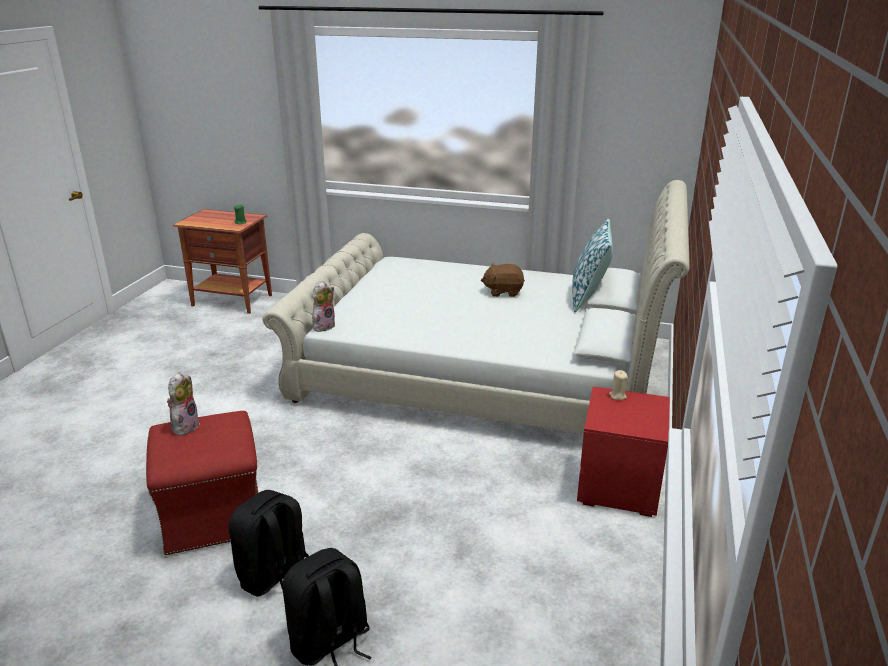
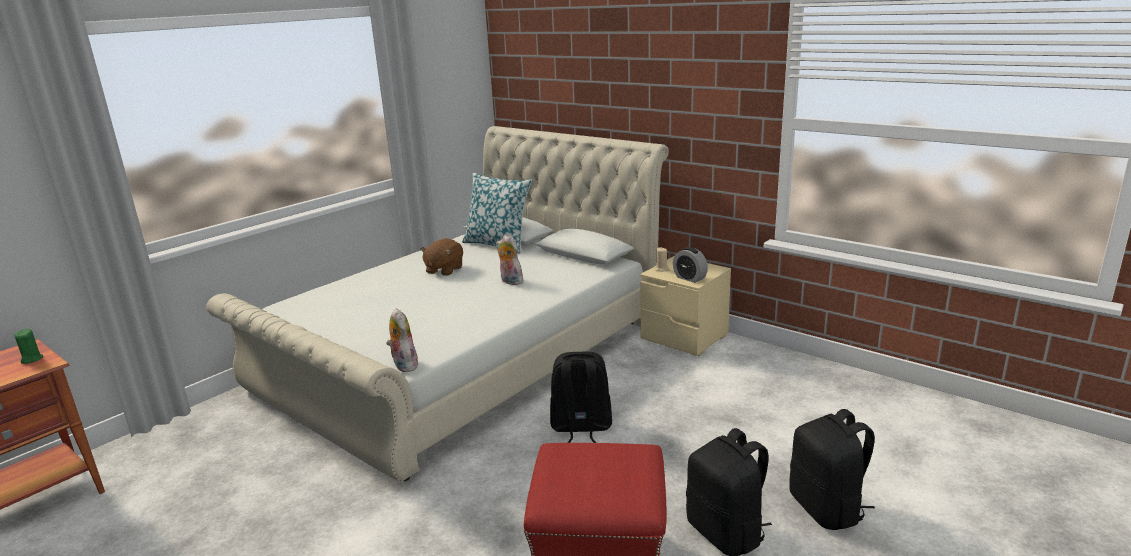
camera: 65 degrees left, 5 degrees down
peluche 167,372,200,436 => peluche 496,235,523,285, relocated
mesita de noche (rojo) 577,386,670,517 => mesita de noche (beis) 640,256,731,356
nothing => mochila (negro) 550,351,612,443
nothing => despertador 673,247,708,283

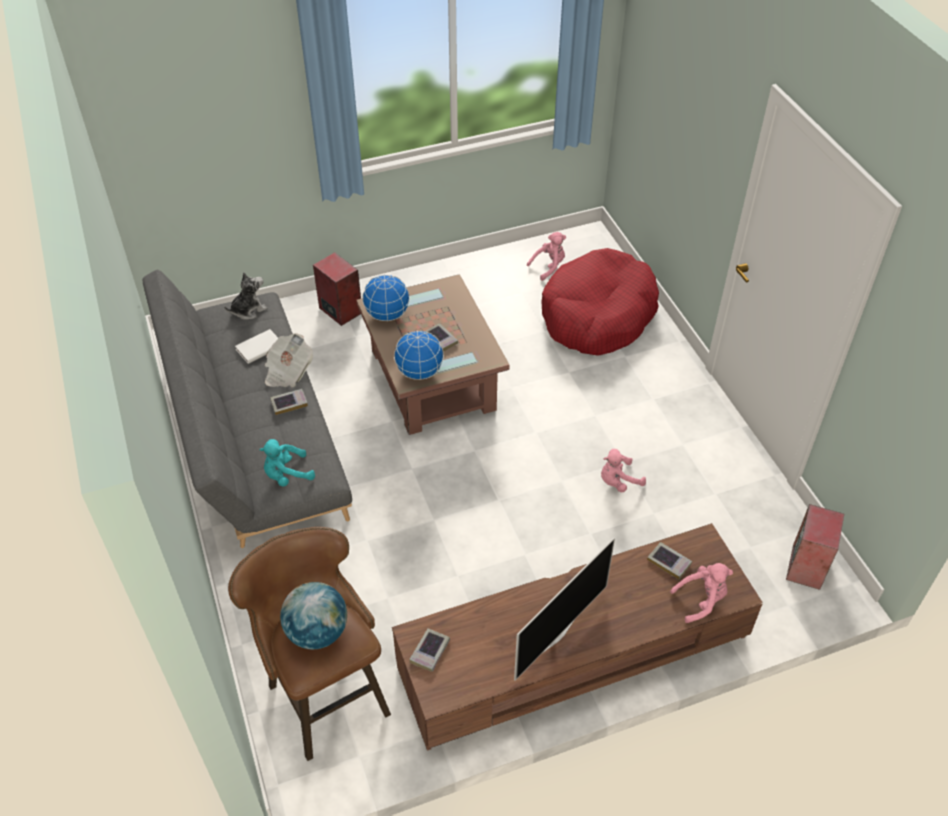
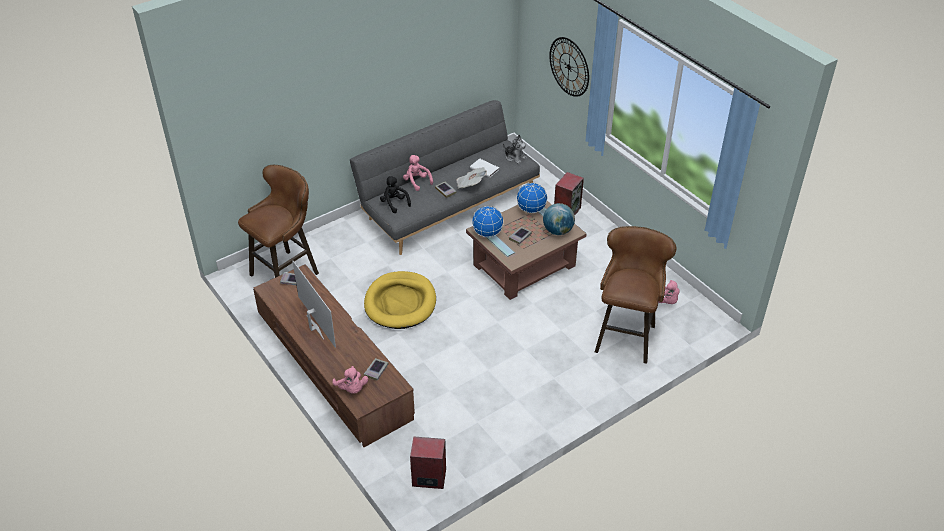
camera: 75 degrees right, 5 degrees down
peluche (turquesa) 260,439,315,487 => peluche (negro) 380,176,411,213
globo terráqueo 280,582,347,649 => globo terráqueo 543,203,575,235, relocated
televisor 514,537,615,681 => televisor 293,261,336,348, 150 degrees counterclockwise
cama para perro (rojo) 541,248,659,356 => taburete (marrón) 595,226,676,364
peluche (rosa) 601,449,646,493 => peluche (rosa) 403,155,433,191, relocated
nothing => cama para perro (amarillo) 364,271,436,329
nothing => reloj de pared 549,37,589,97

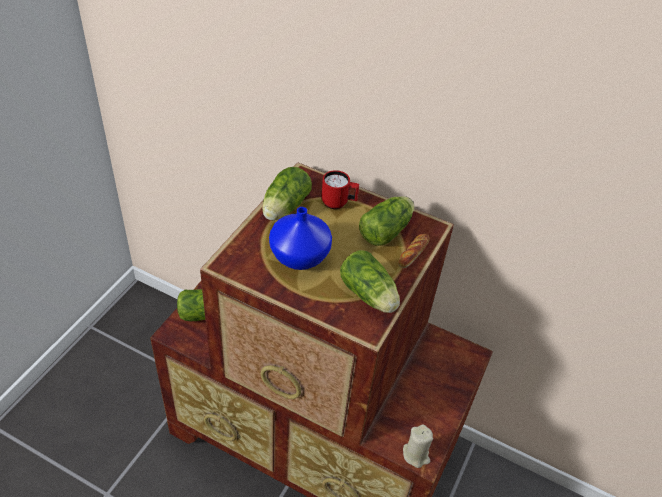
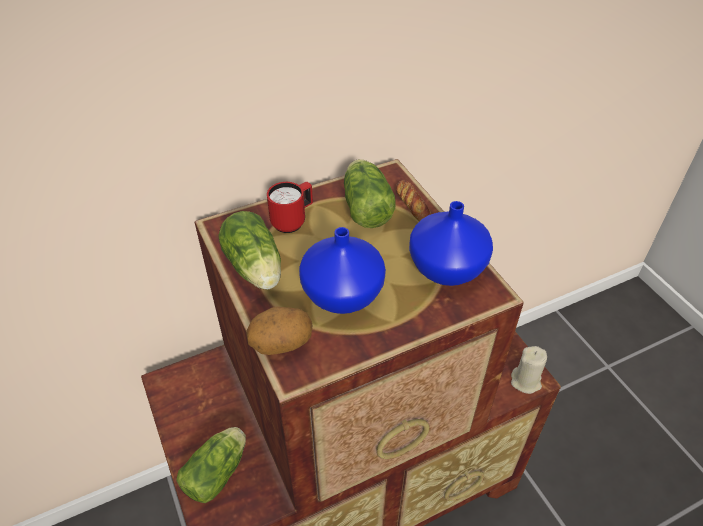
camera: 50 degrees left, 0 degrees up
lechuga 340,250,400,313 => florero (azul) 409,201,493,286
nothing => patata 247,307,313,355

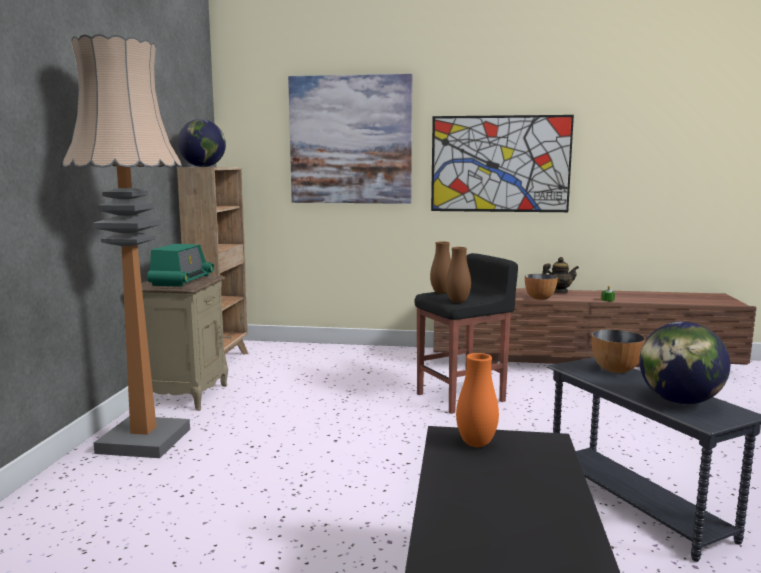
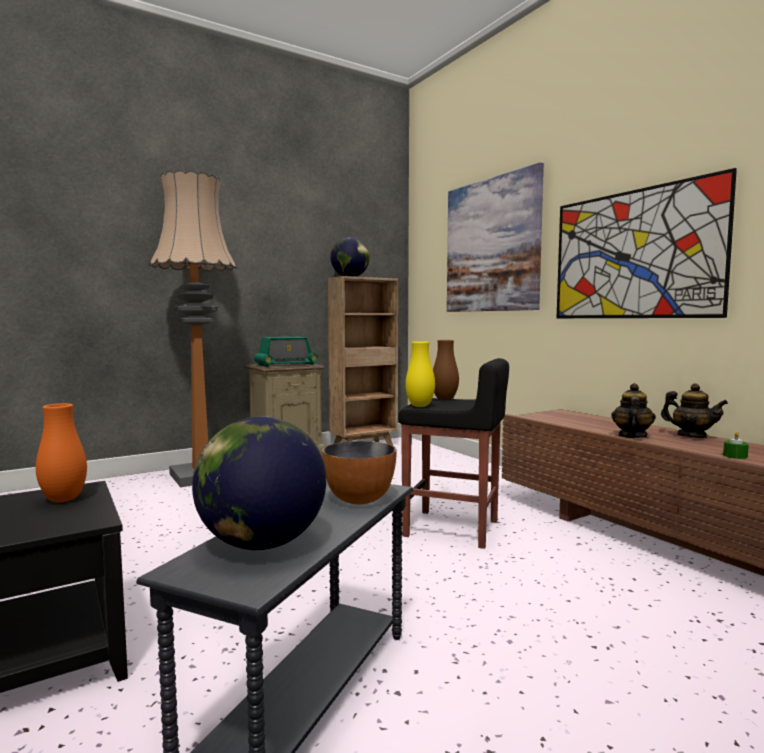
camera: 50 degrees right, 5 degrees down
florero (marrón) 446,247,471,303 => florero (amarillo) 405,341,435,407
cuenco 525,274,558,300 => tetera 611,383,656,438

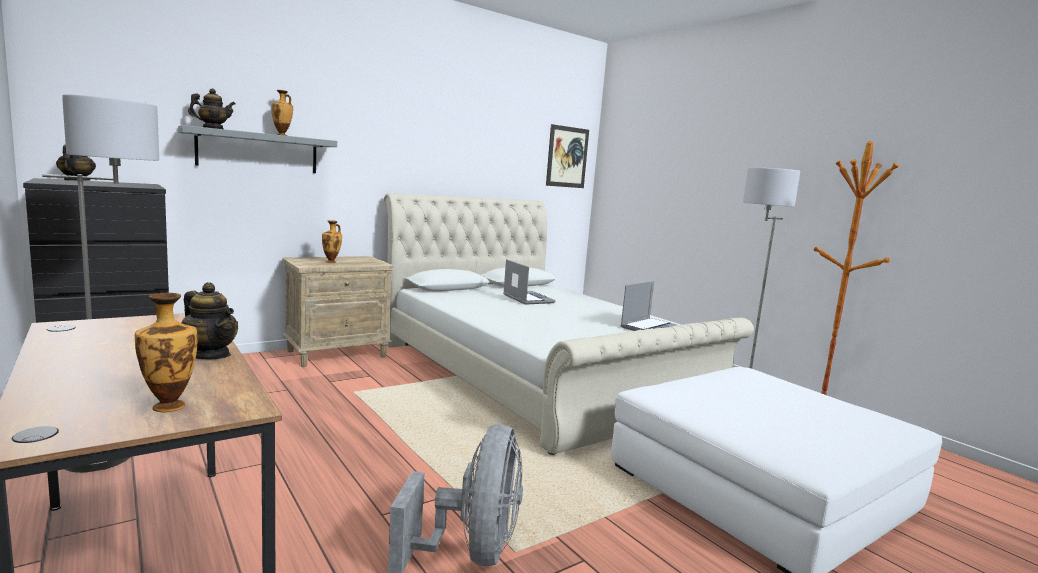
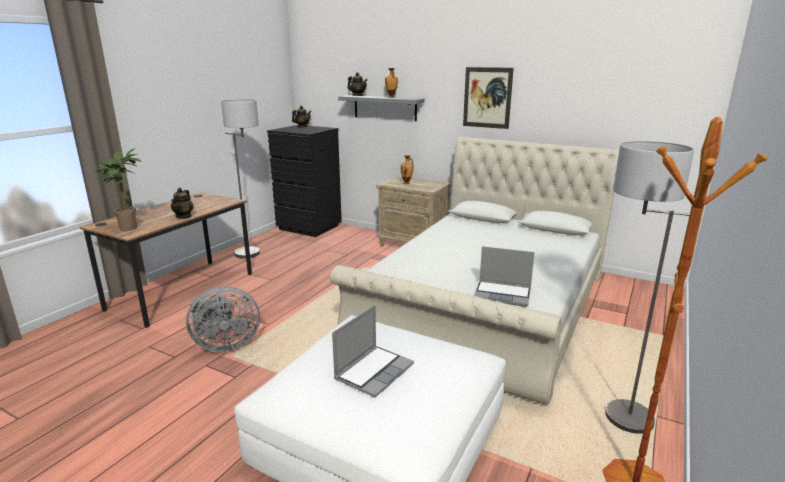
camera: 65 degrees right, 10 degrees up
florero 135,293,197,412 => planta en maceta 95,148,142,231
portátil 503,259,555,305 => portátil 332,305,414,397, relocated
cuadro 546,124,589,188 => cuadro 463,67,514,129, relocated

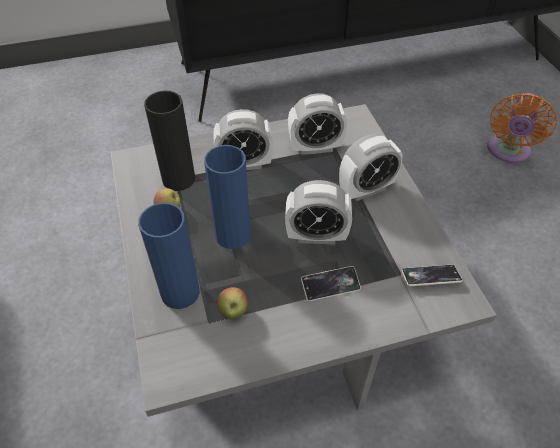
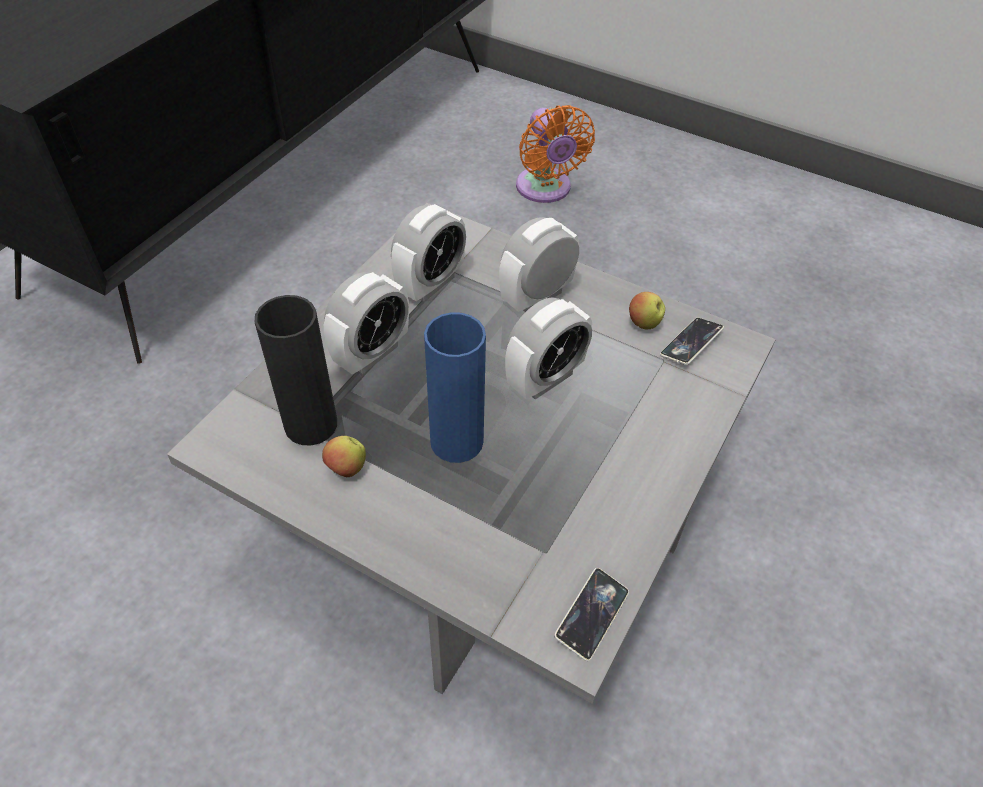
camera: 45 degrees left, 0 degrees up
florero (azul) 138,203,200,309 => nothing
manzana 217,287,248,319 => manzana 629,292,665,329, relocated
móvil 301,266,361,301 => móvil 554,568,629,661, relocated
despertador 339,134,403,201 => despertador 499,217,579,312, 150 degrees counterclockwise

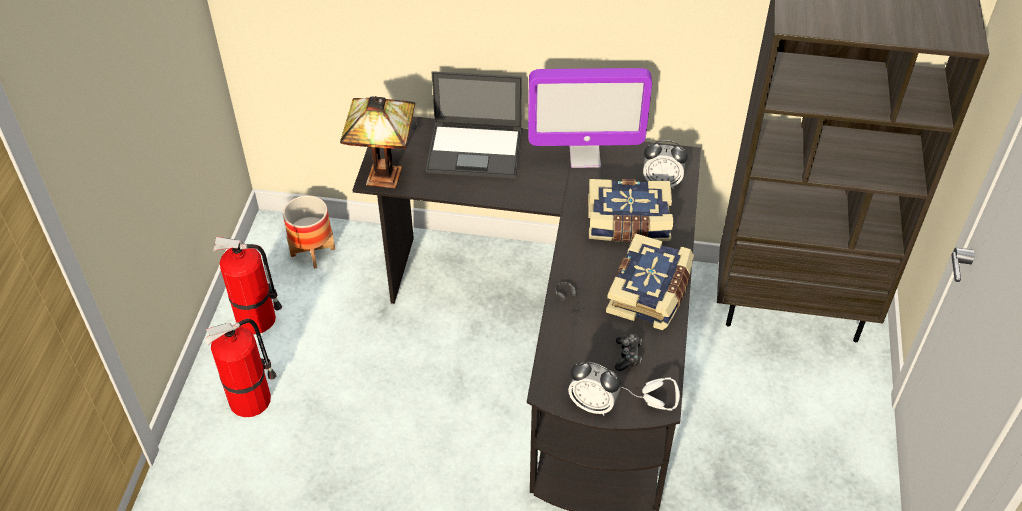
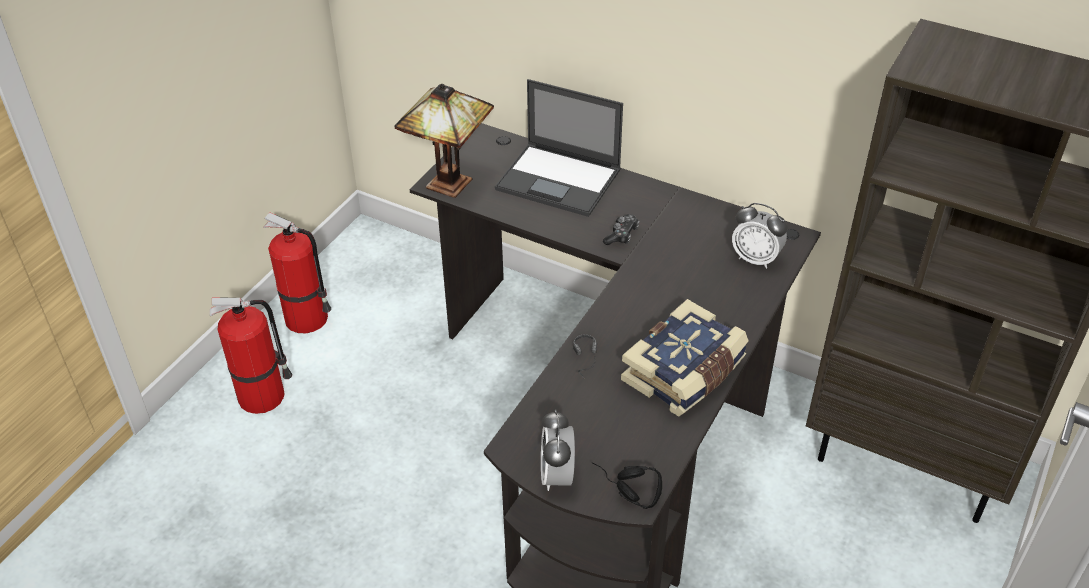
camera: 20 degrees right, 5 degrees down
maceta 283,195,335,269 => nothing
monitor 528,68,652,168 => nothing
despertador 568,362,621,415 => despertador 541,410,575,491, 45 degrees clockwise
libro 588,179,673,242 => nothing
mando de consola 615,334,642,371 => mando de consola 603,214,639,245, relocated
auriculares (blanco) 621,377,680,411 => auriculares (negro) 592,462,662,509

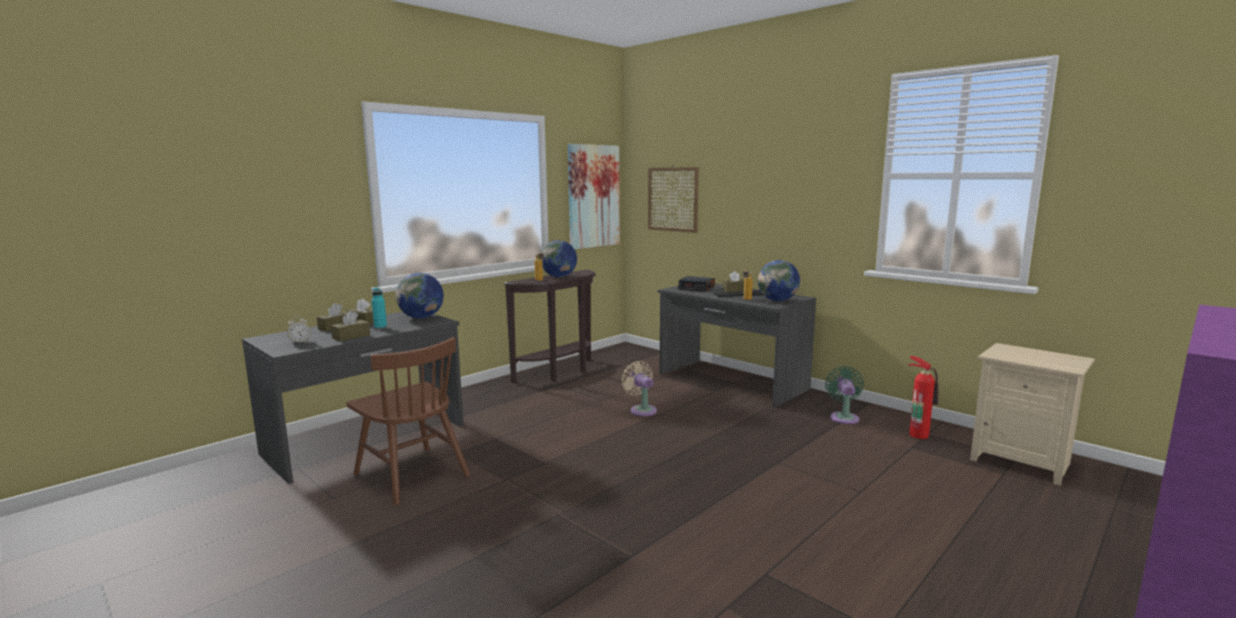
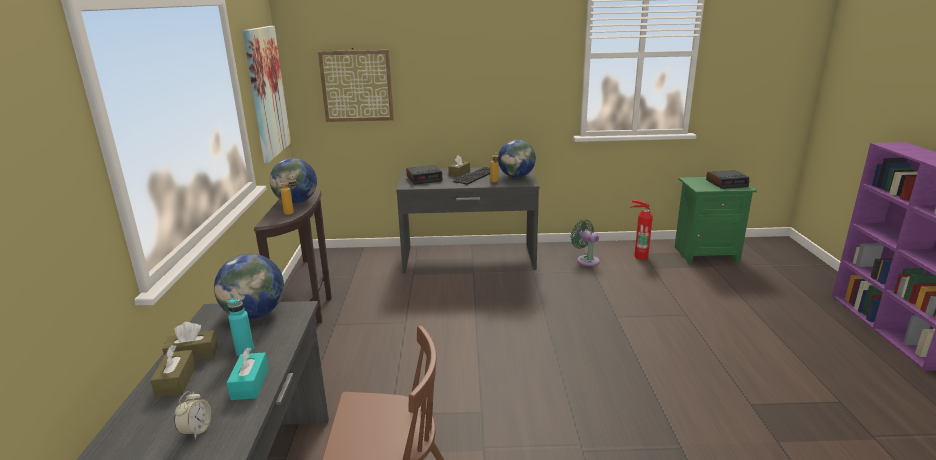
camera: 45 degrees left, 10 degrees up
caja de pañuelos (marrón) 331,311,370,341 => caja de pañuelos (turquesa) 227,347,268,400
ventilador (beis) 621,361,657,416 => nothing
mesita de noche (beis) 970,343,1095,486 => mesita de noche (verde) 675,177,757,264
nothing => despertador 706,170,749,189

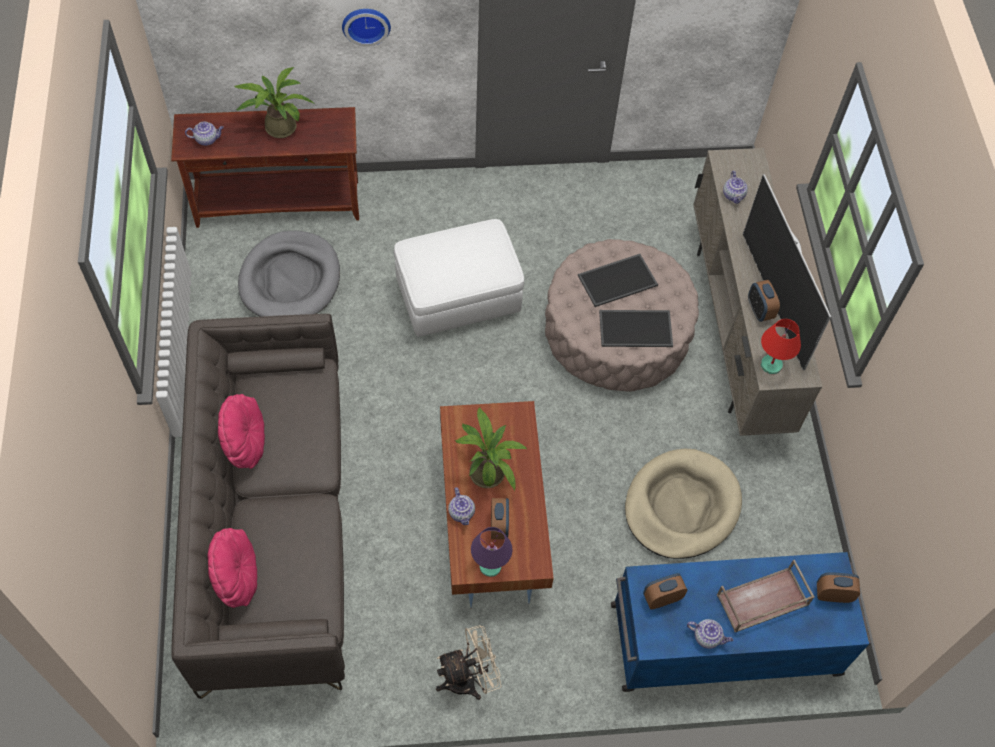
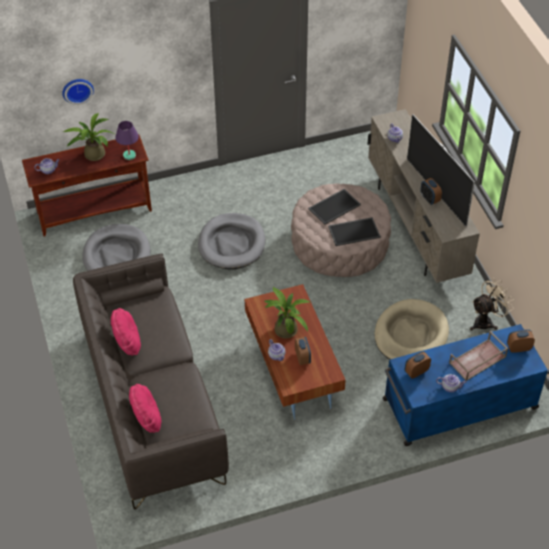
camera: 10 degrees left, 10 degrees down
reloj de pared 342,9,391,47 => reloj de pared 63,79,94,105, relocated
puf (blanco) 394,219,524,337 => cama para perro (gris) 198,213,265,269
ventilador (beis) 436,625,501,700 => ventilador (beis) 470,278,514,331, relocated
lámpara de mesa (morado) 471,527,512,577 => lámpara de mesa (morado) 115,121,139,160, relocated
lámpara de mesa (rojo) 761,319,801,374 => nothing

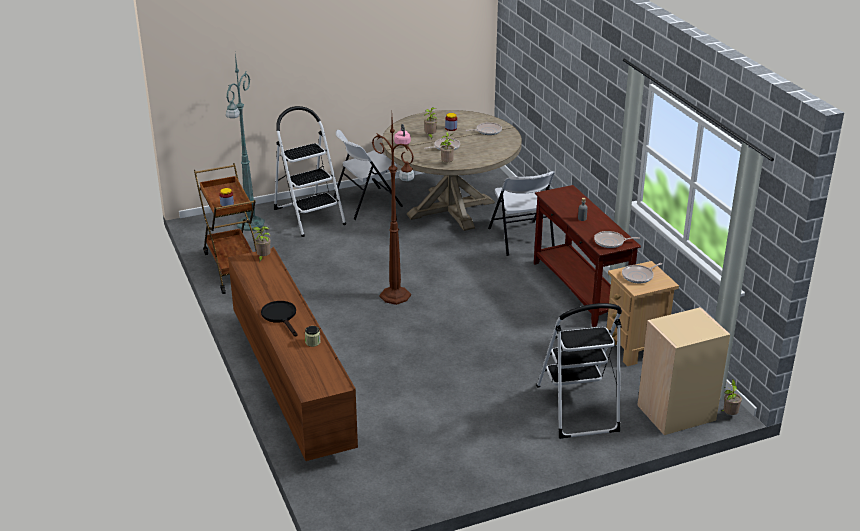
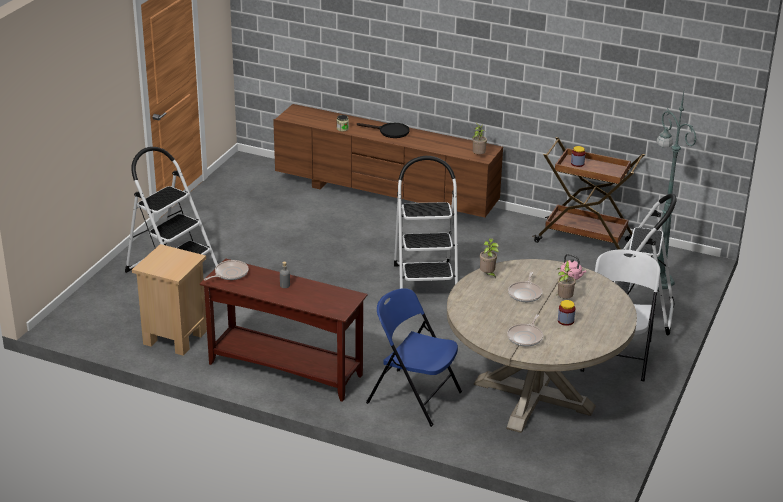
camera: 135 degrees right, 0 degrees up
lámpara de pie (marrón) 372,118,415,305 => escalera de tijera 394,156,458,289
silla (blanco) 488,171,555,256 => silla (azul) 366,288,462,427
sartén 622,263,662,283 => nothing
estantería (beis) 637,307,730,435 => nothing
planta en maceta 722,379,742,415 => nothing

